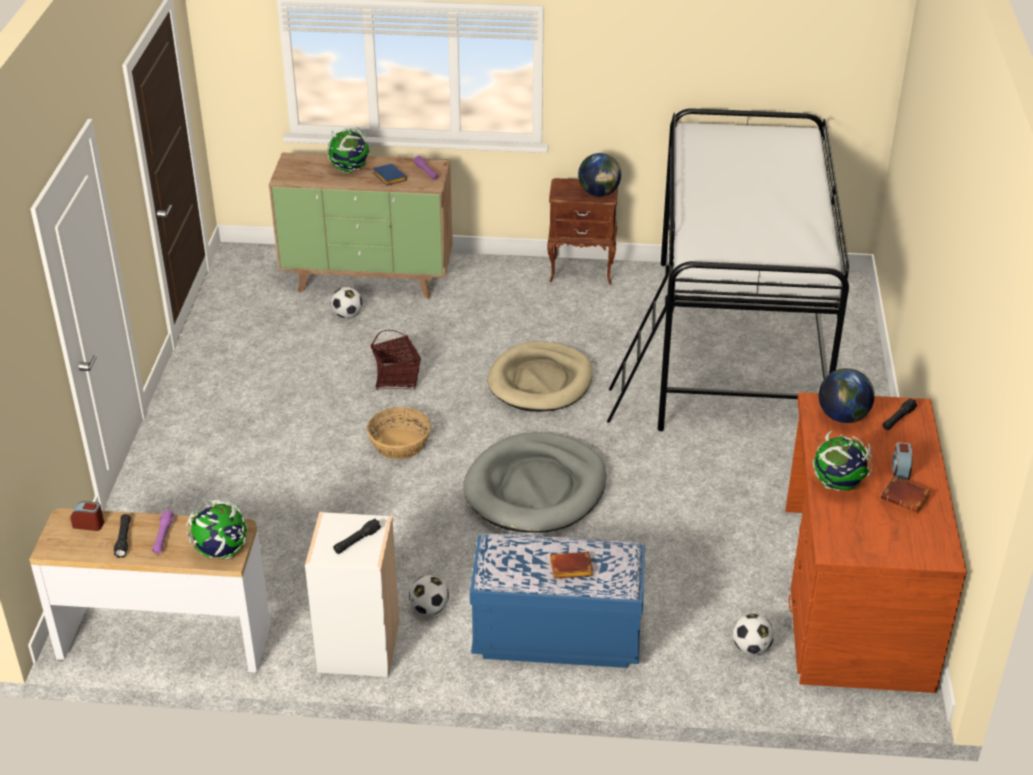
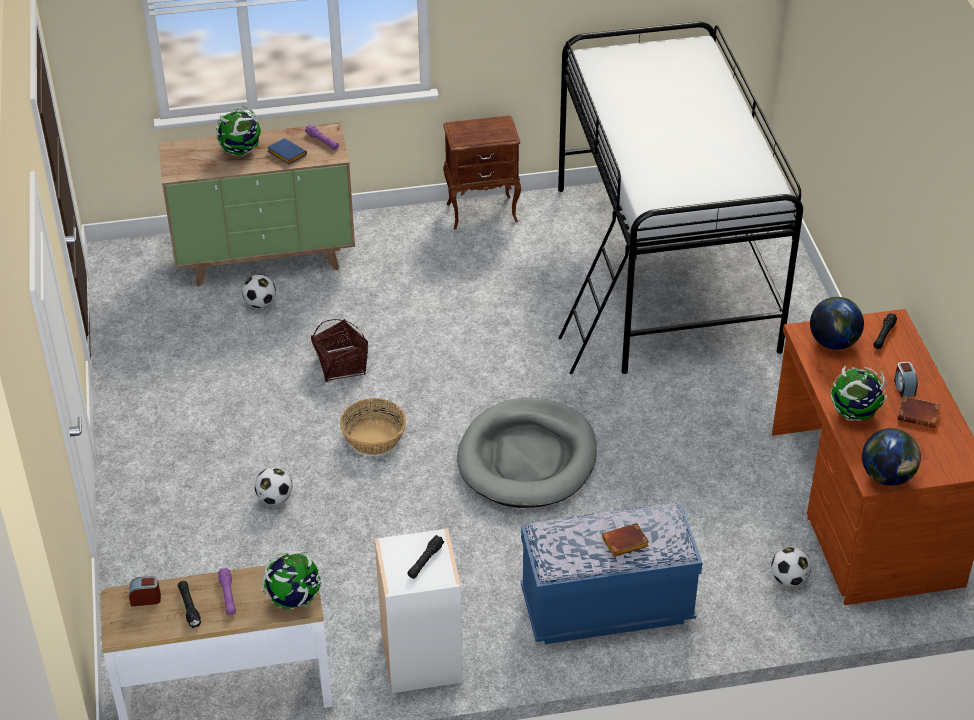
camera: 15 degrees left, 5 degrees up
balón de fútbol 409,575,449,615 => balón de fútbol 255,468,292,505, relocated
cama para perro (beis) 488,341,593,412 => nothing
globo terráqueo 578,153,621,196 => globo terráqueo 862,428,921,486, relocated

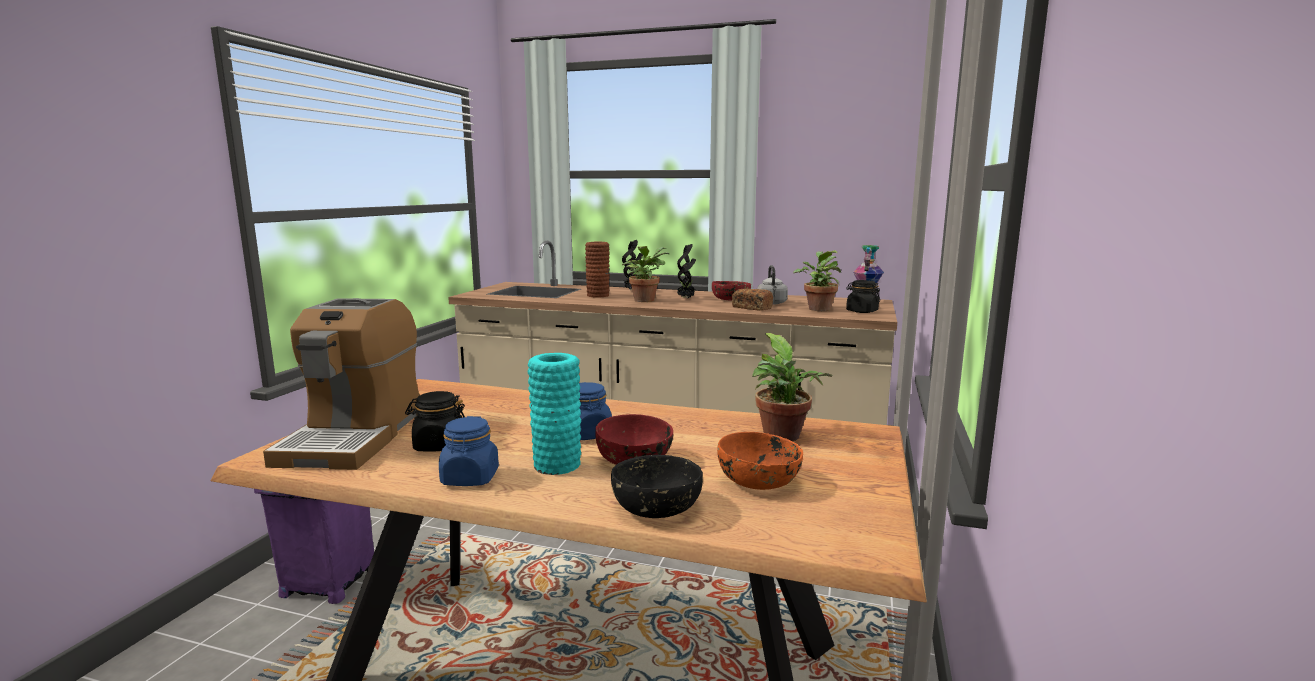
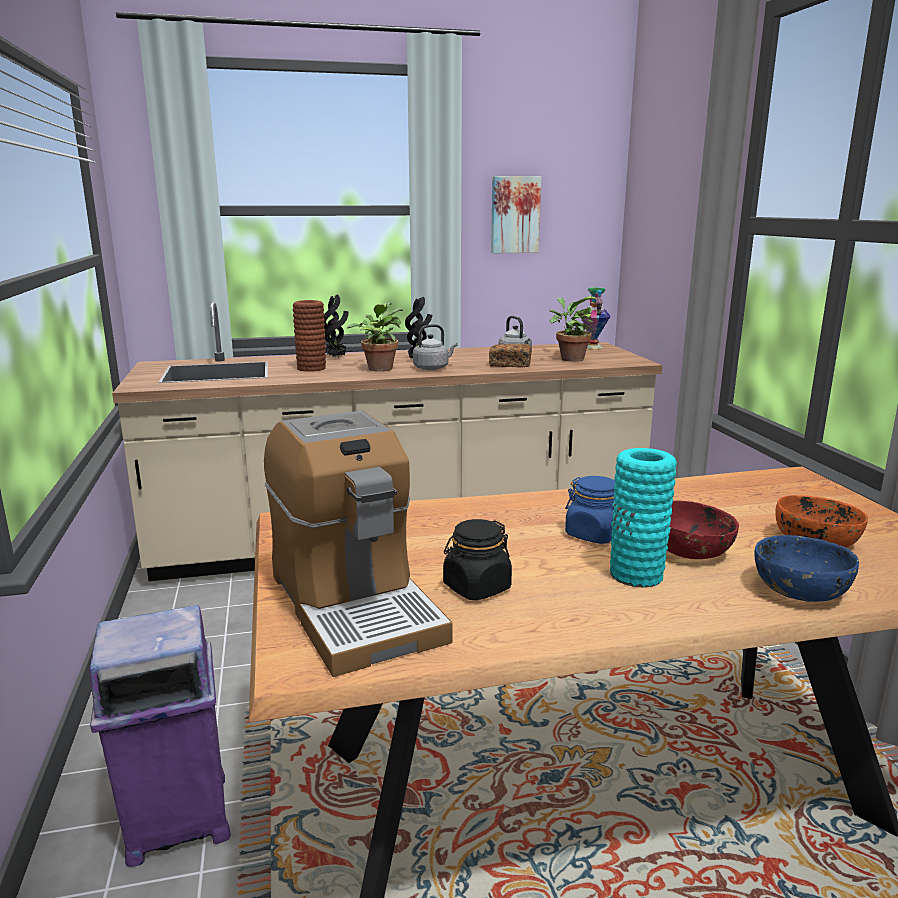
camera: 30 degrees left, 5 degrees up
tarro (azul) 439,416,499,486 => nothing
cuenco (negro) 611,455,703,518 => cuenco (azul) 754,535,859,602
cuenco (rojo) 712,281,751,301 => nothing
planta en maceta 752,333,832,441 => nothing
tarro (negro) 846,280,880,313 => nothing
nothing => hervidor (gris) 413,324,458,370
nothing => cuadro 491,176,541,253

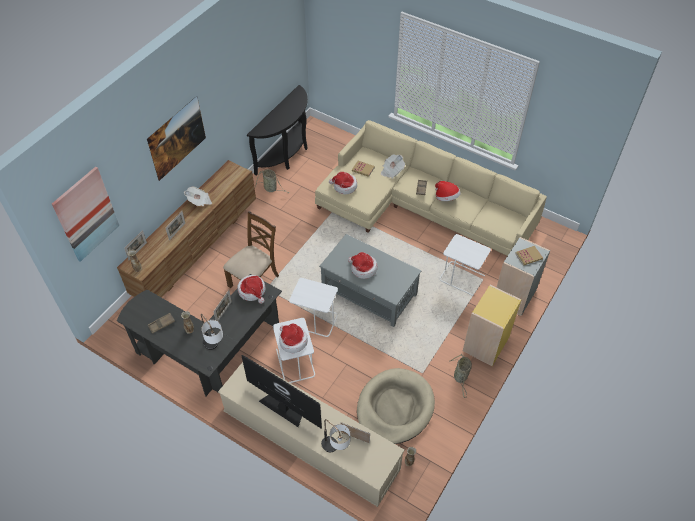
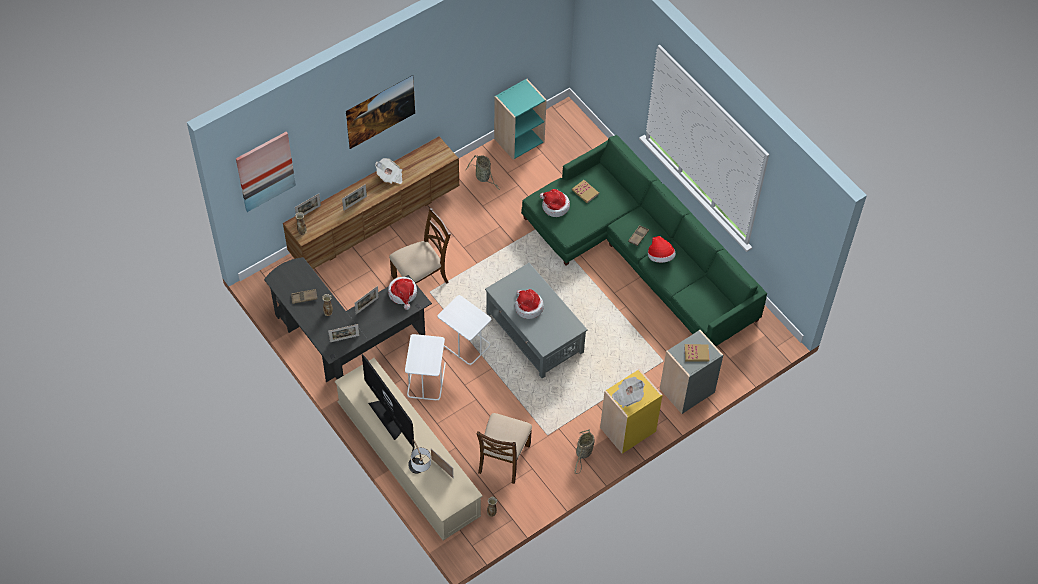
camera: 20 degrees right, 5 degrees up
lámpara de mesa 201,314,223,350 => portarretratos 328,324,360,342
mesa consola (negro) 247,85,308,176 => estantería (turquesa) 494,79,547,160
sombrero 279,323,308,353 => nothing
sofá (beis) 315,120,547,256 => sofá (verde) 521,135,767,346
cama para perro (beis) 357,368,435,444 => silla (marrón) 477,413,532,484
periódico 381,155,405,179 => periódico 612,377,645,408, relocated
mesa auxiliar (blanco) 440,234,491,296 => nothing

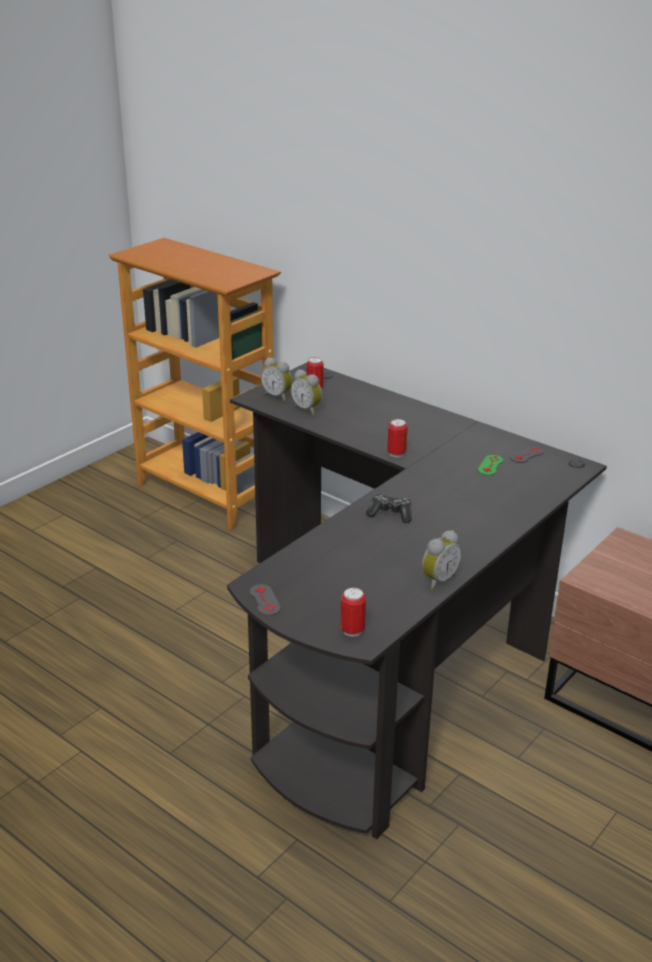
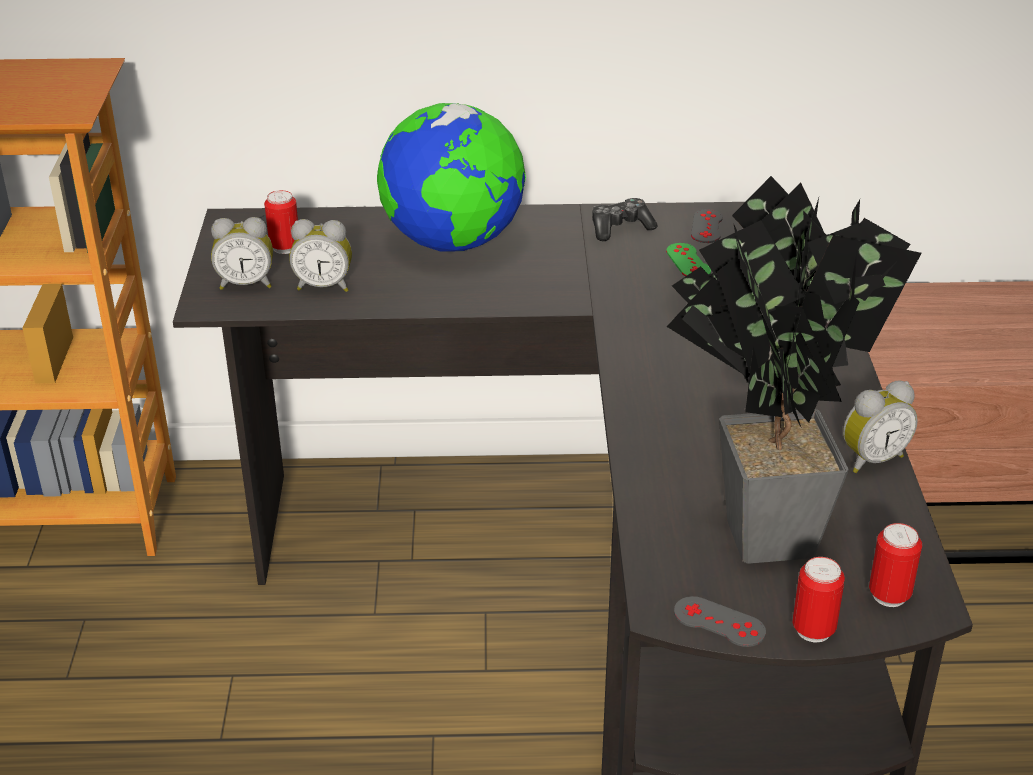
camera: 40 degrees left, 5 degrees up
mando de consola 366,494,412,523 => mando de consola 592,198,657,241, relocated
lata 387,419,408,457 => lata 792,557,845,642, relocated
despertador 422,530,461,590 => despertador 843,380,918,473, 60 degrees clockwise
nothing => globo terráqueo 377,103,526,252
nothing => planta en maceta 667,176,921,564

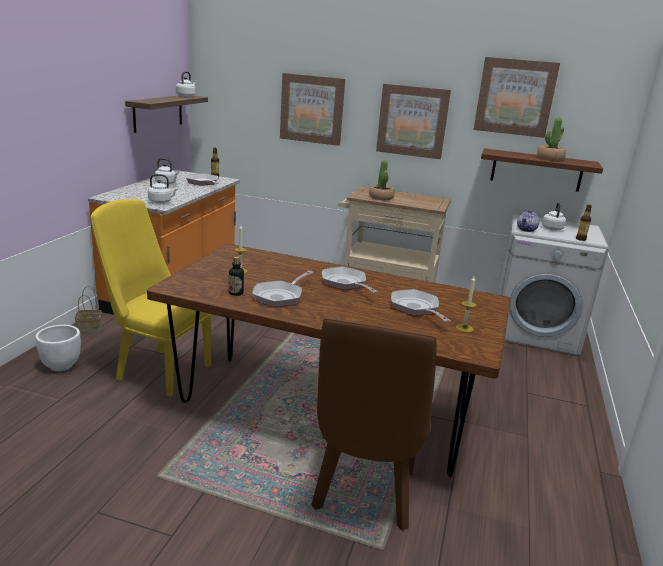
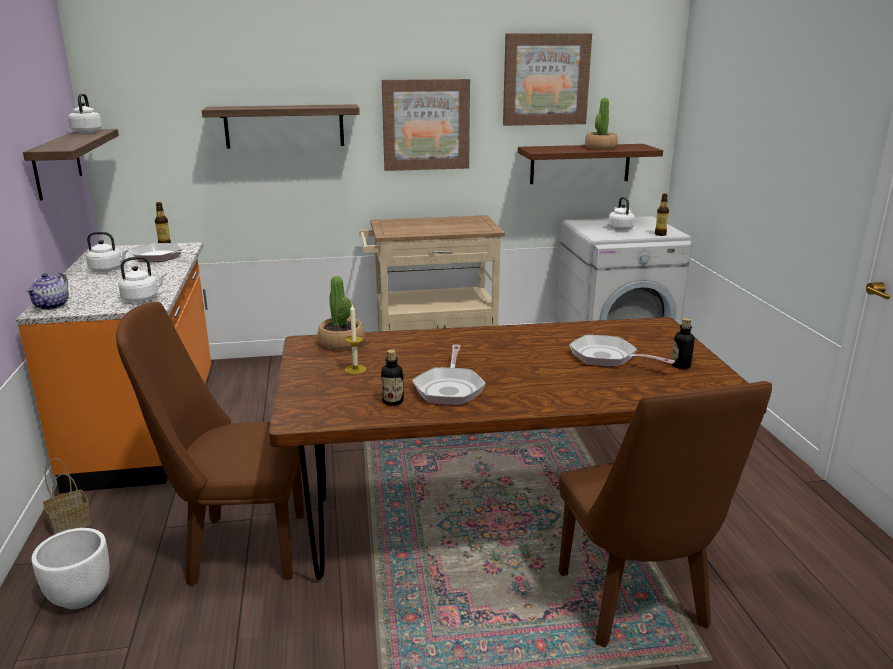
camera: 25 degrees left, 0 degrees up
silla (amarillo) 90,199,213,397 => silla (marrón) 116,302,304,586
cuadro 280,73,345,146 => estante 202,104,360,149
sartén 322,266,378,293 => nothing
planta en maceta 369,160,394,200 => planta en maceta 318,276,365,350, relocated
vela 456,277,477,332 => botella 672,318,695,369
tetera 517,210,539,232 => tetera 26,273,69,310, relocated

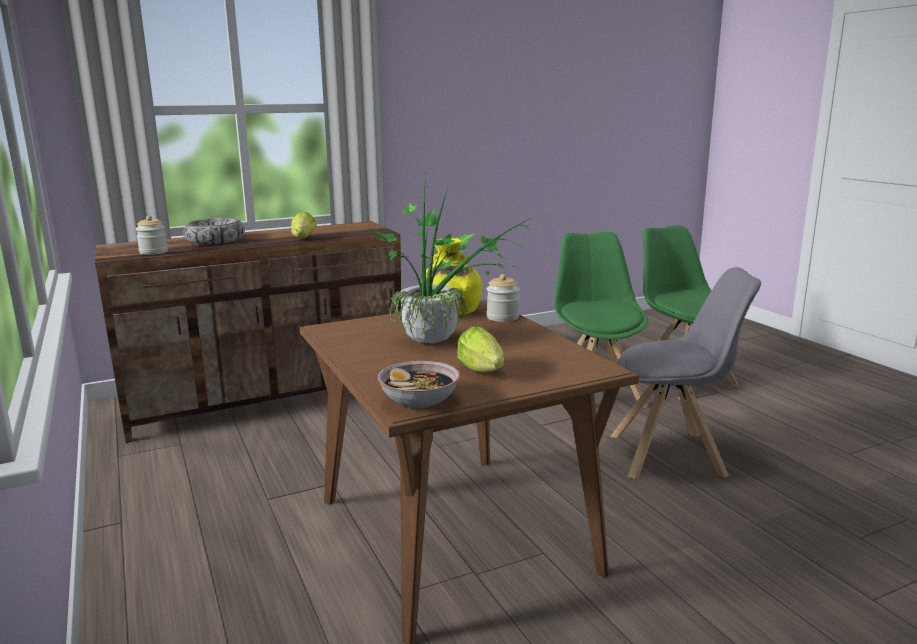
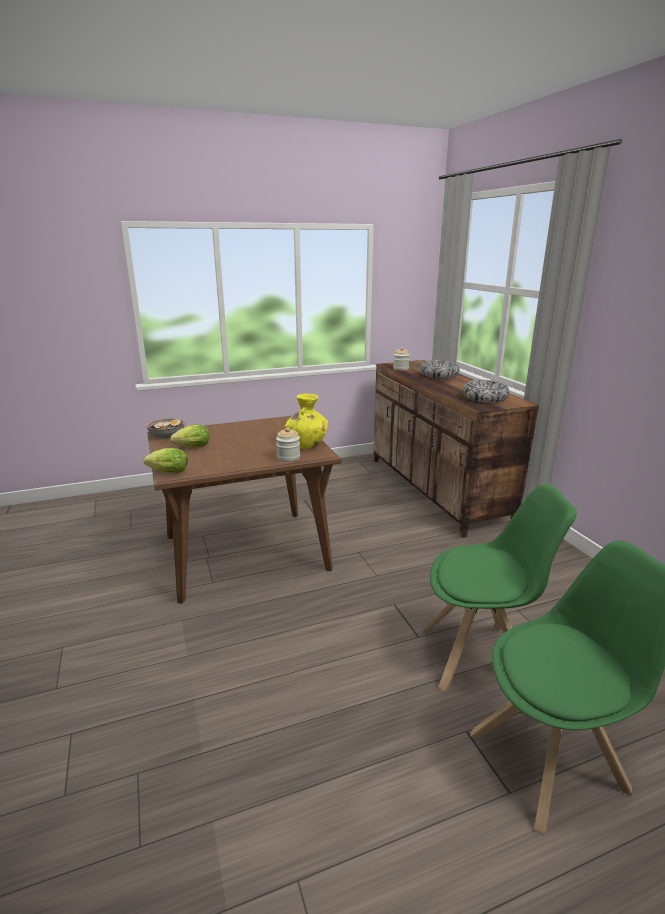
camera: 95 degrees right, 5 degrees up
lechuga 291,212,317,239 => lechuga 144,448,188,473, relocated
planta en maceta 374,185,531,343 => nothing
silla (gris) 610,267,761,479 => nothing
nothing => cuenco 462,380,509,403

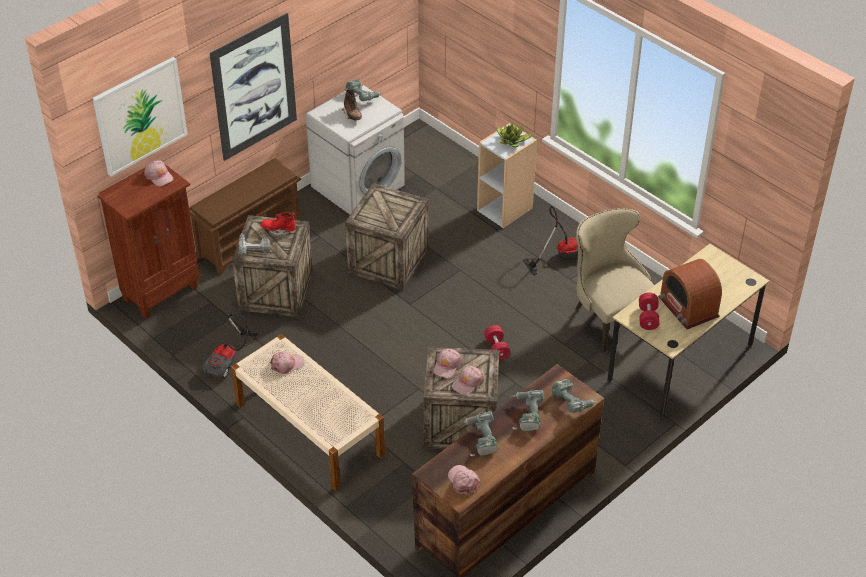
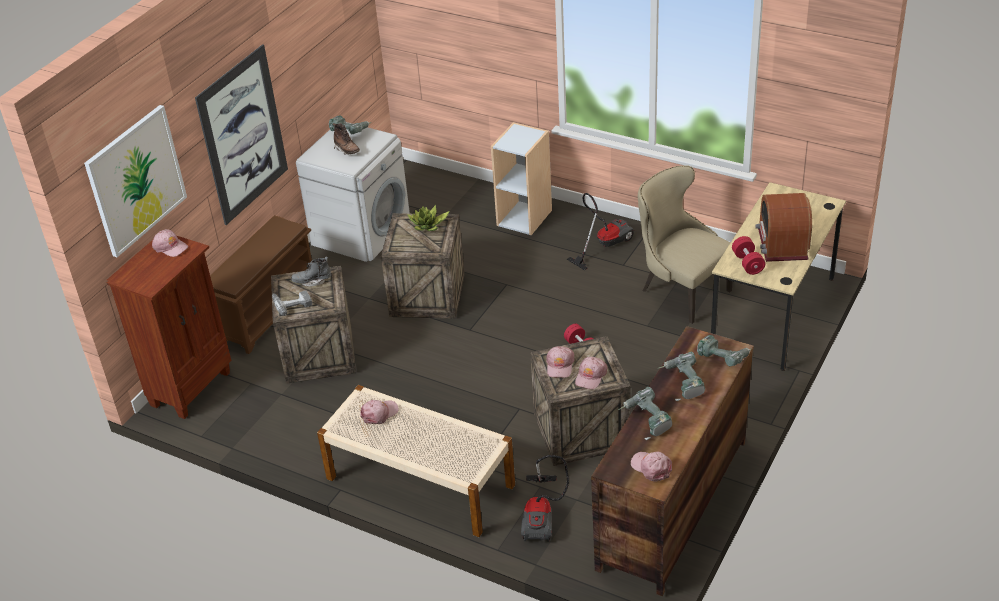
camera: 15 degrees left, 5 degrees down
aspiradora 202,313,258,380 => aspiradora 521,455,569,542, relocated
bota (rojo) 261,212,296,235 => bota (gris) 291,257,331,287
planta en maceta 496,124,534,147 => planta en maceta 408,205,449,231, relocated
radio 658,259,722,329 => radio 755,193,812,262, 45 degrees clockwise

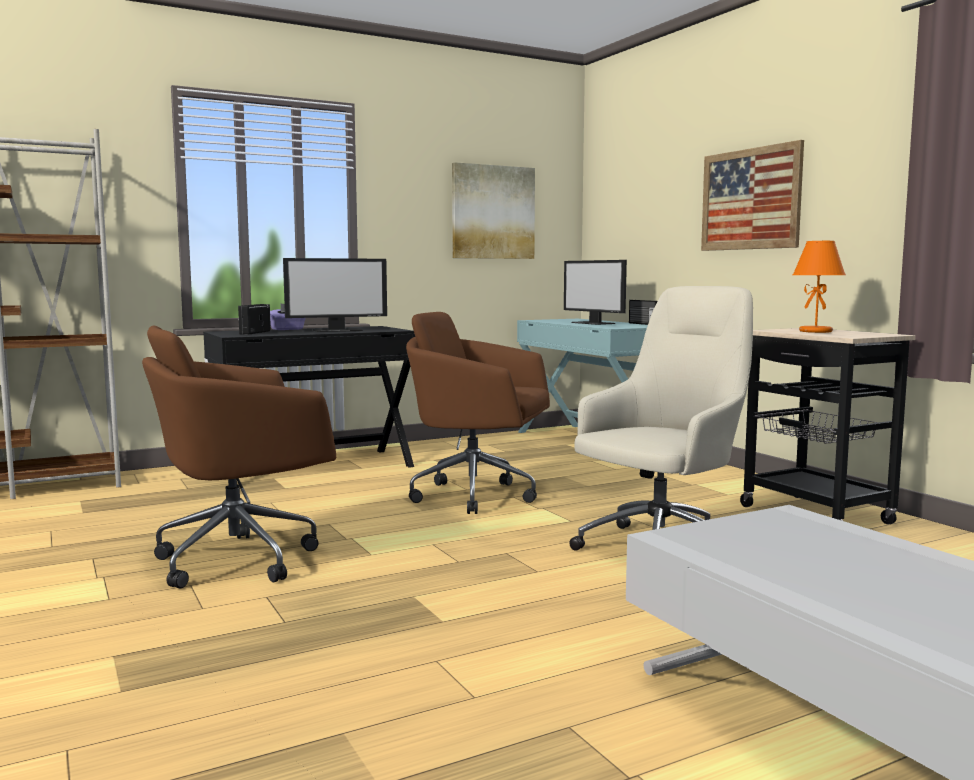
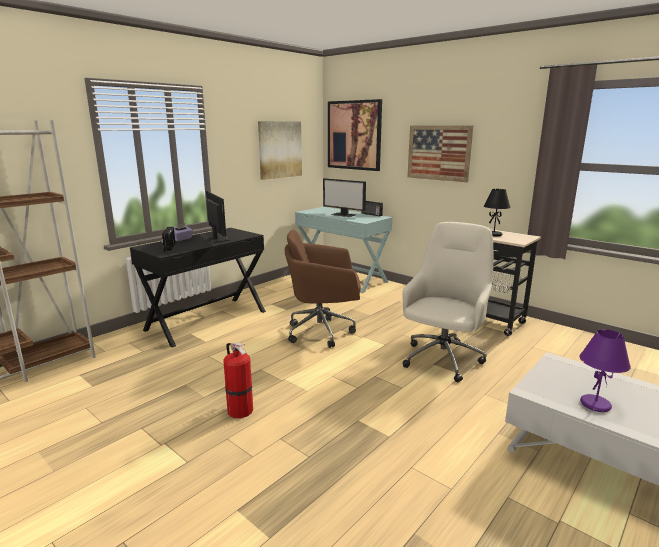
camera: 20 degrees left, 10 degrees up
silla de oficina (marrón) 142,326,336,588 => extintor 223,342,253,418
monitor 283,258,387,332 => monitor 206,191,229,242, 75 degrees counterclockwise
lámpara de mesa (naranja) 793,241,846,333 => lámpara de mesa (negro) 484,189,511,236
nothing => cuadro 328,99,382,171
nothing => lámpara de mesa (morado) 579,329,631,412

